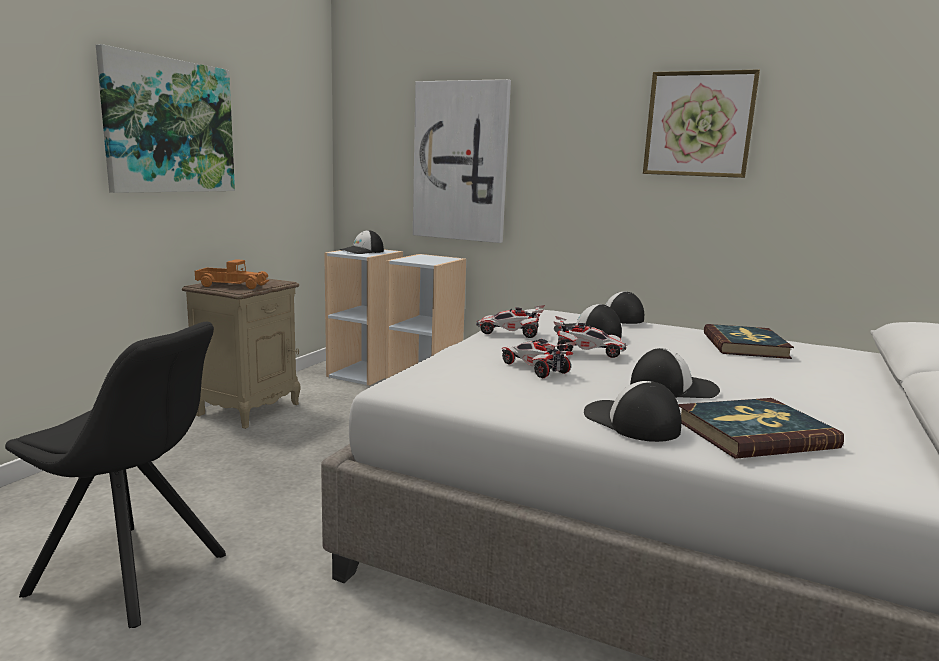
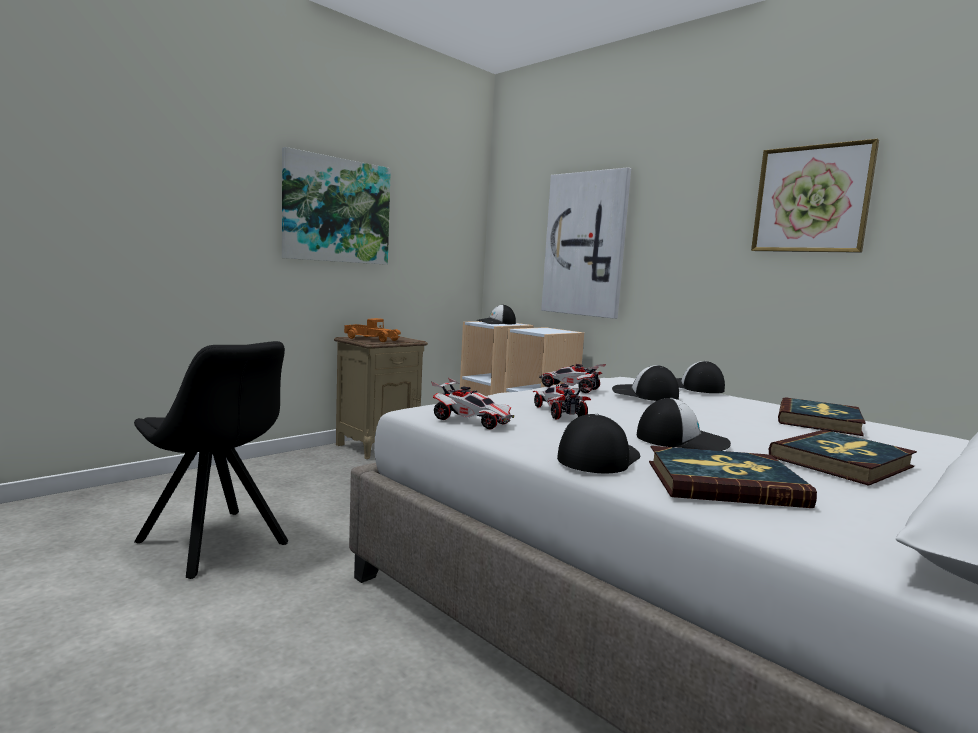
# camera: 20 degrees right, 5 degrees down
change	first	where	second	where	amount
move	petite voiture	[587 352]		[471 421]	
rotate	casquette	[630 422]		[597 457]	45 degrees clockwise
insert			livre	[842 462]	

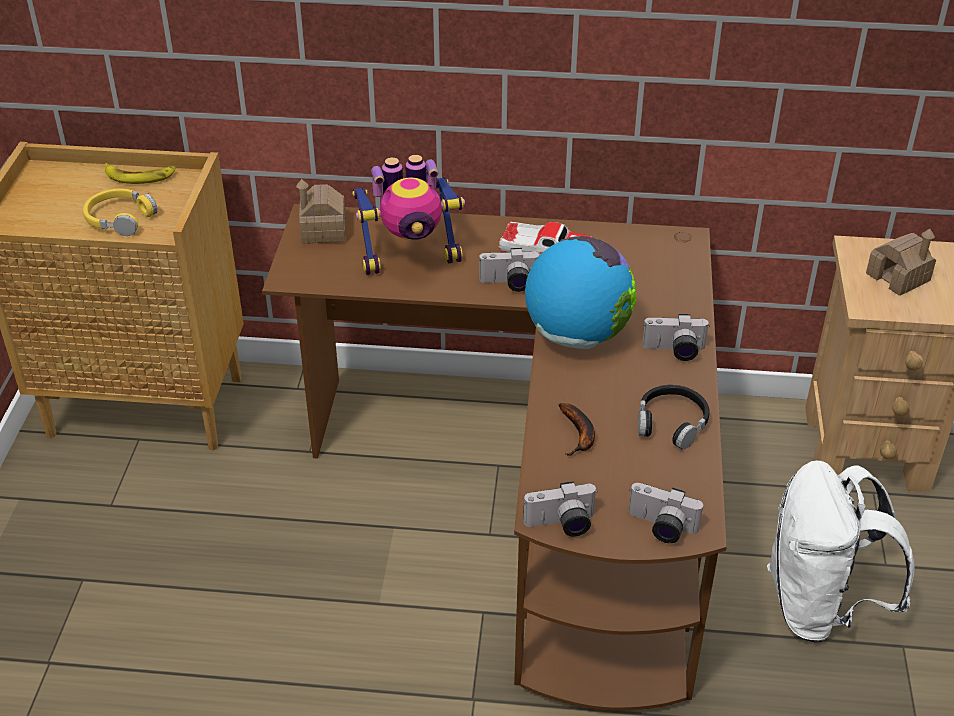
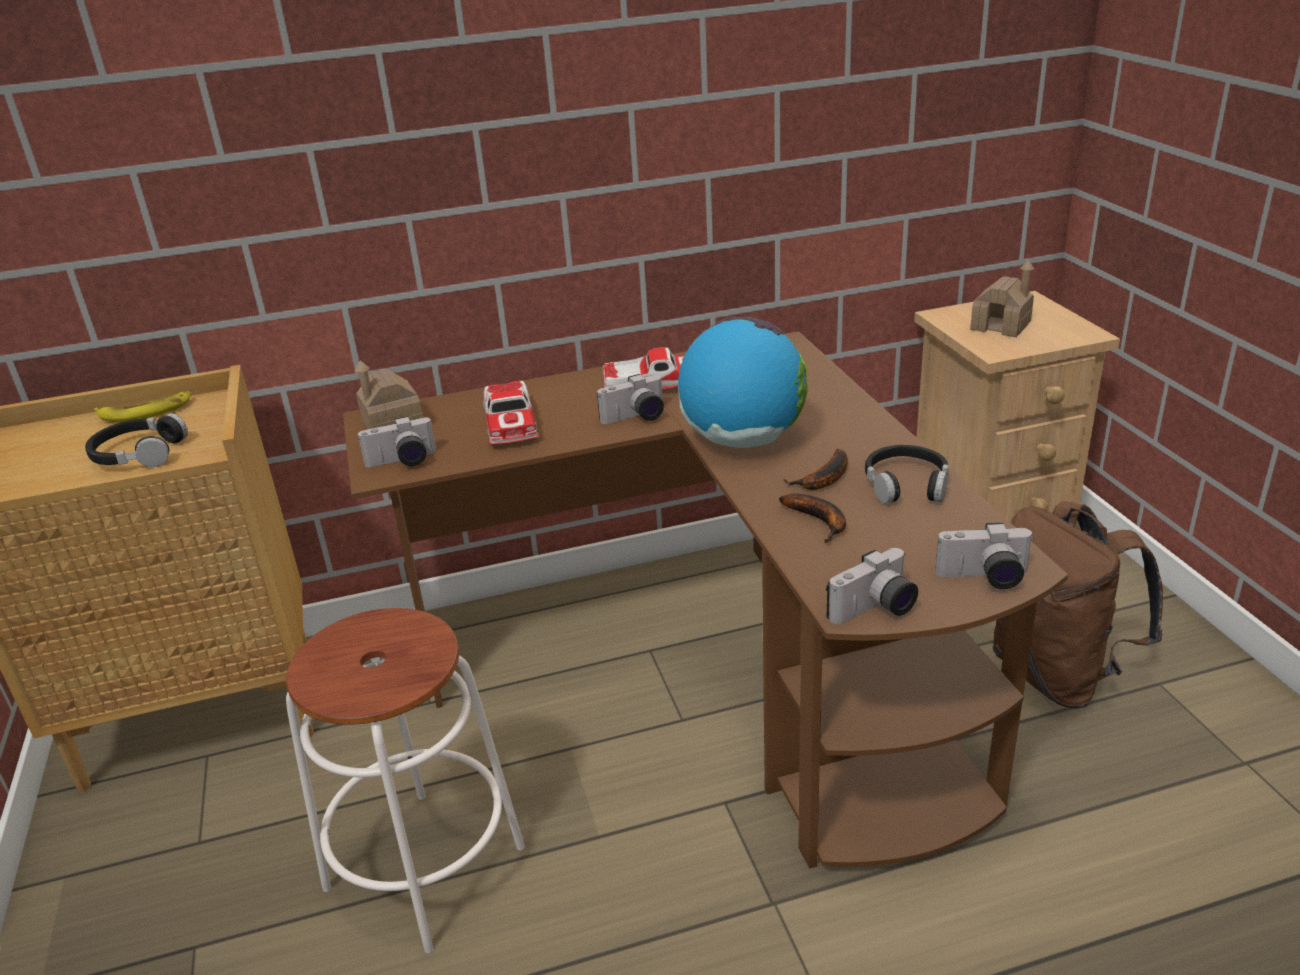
# camera: 20 degrees left, 10 degrees down
change	first	where	second	where	amount
recolor	casque audio [jaune]	[119 219]	casque audio [noir]	[138 454]	
replace	robot jouet	[410 258]	petite voiture	[510 424]	
move	appareil photo	[674 351]		[402 462]	
recolor	sac à dos [blanc]	[820 606]	sac à dos [marron]	[1057 675]	
insert			tabouret [blanc]	[425 867]	
insert			banane	[824 479]	

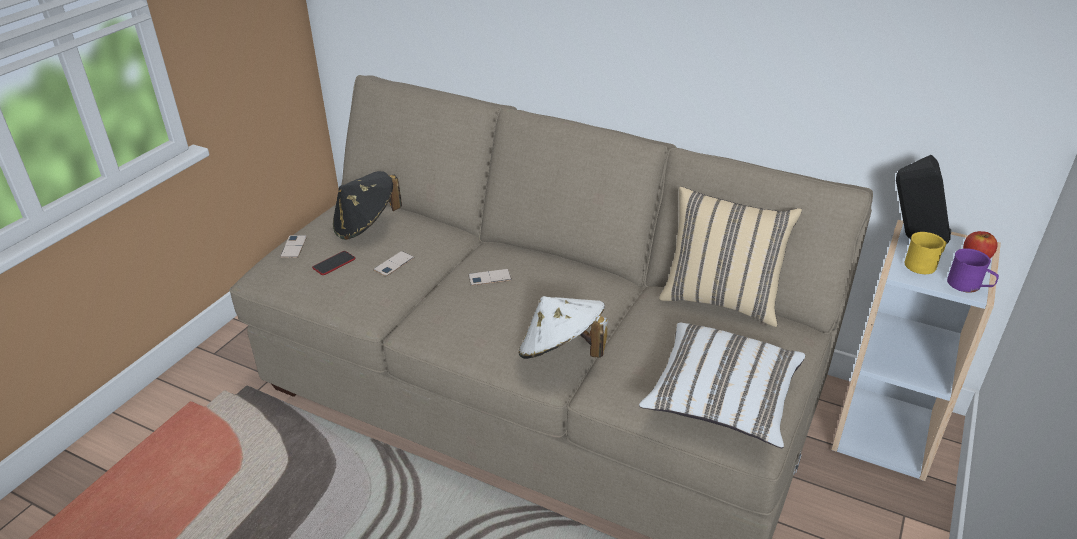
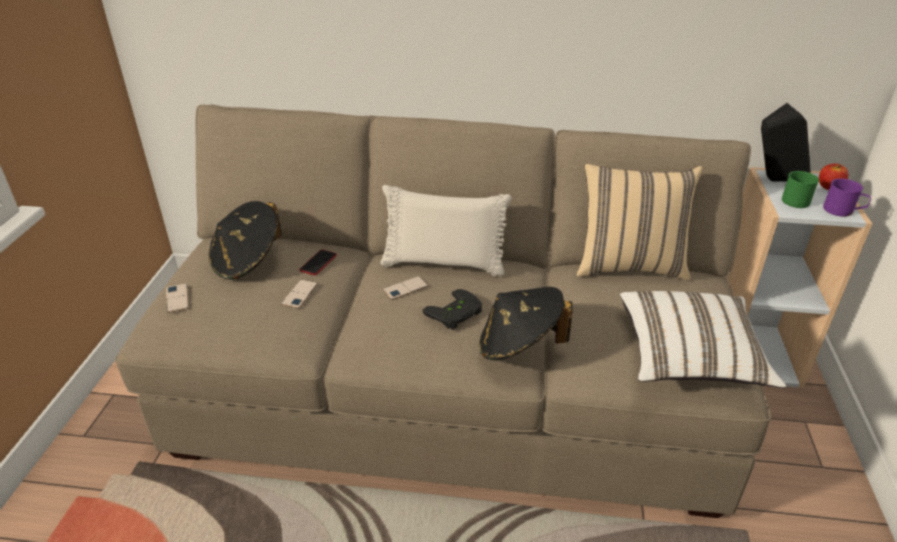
# camera: 20 degrees left, 0 degrees up
change	first	where	second	where	amount
move	téléphone	[334 264]		[318 263]	
recolor	chapeau [blanc]	[561 353]	chapeau [noir]	[519 346]	
recolor	mug [jaune]	[924 264]	mug [vert]	[797 200]	
insert			coussin [blanc]	[443 263]	
insert			manette [noir]	[456 314]	

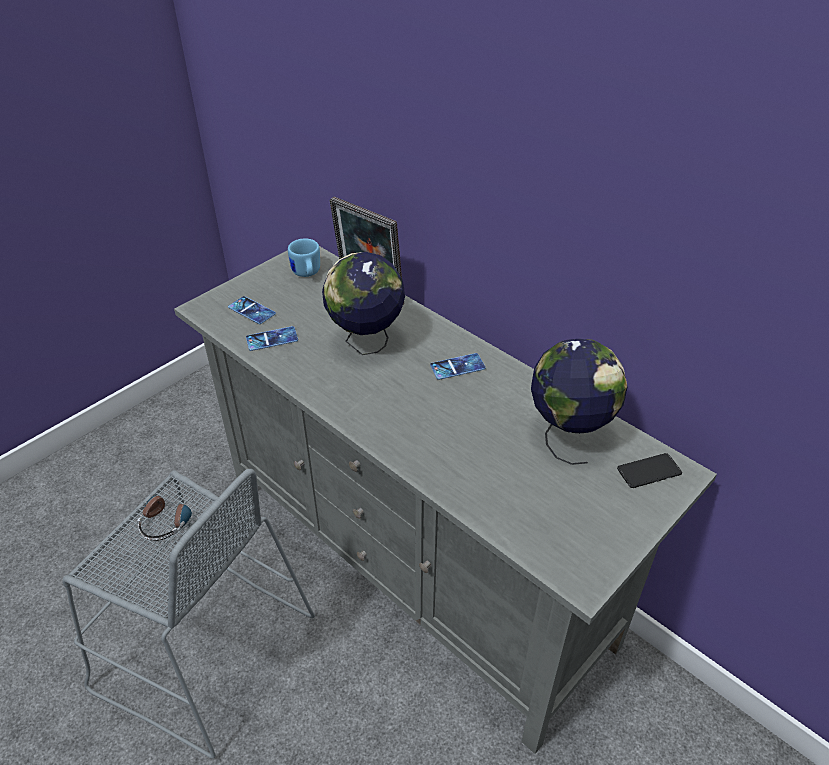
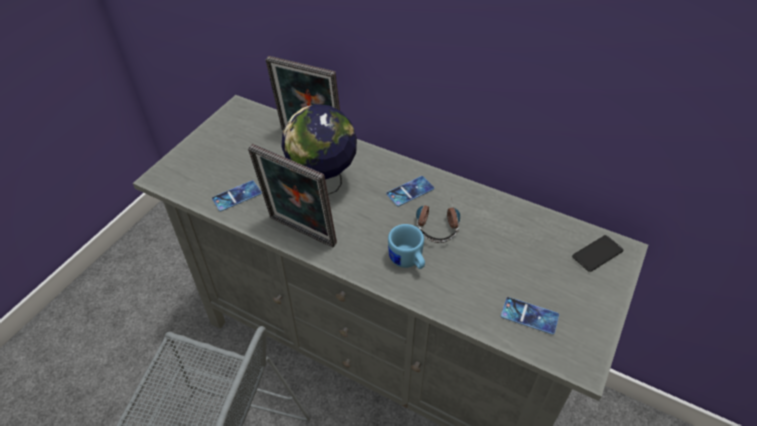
# camera: 15 degrees left, 5 degrees up
change	first	where	second	where	amount
move	casque audio	[169 517]		[437 223]	
move	téléphone	[251 310]		[529 315]	
move	mug [bleu]	[306 274]		[407 261]	
delete	globe	[568 435]			
insert			cadre photo	[300 233]	

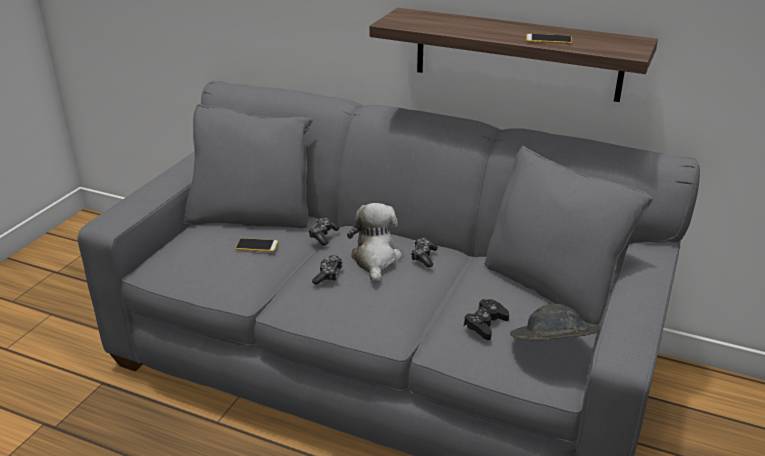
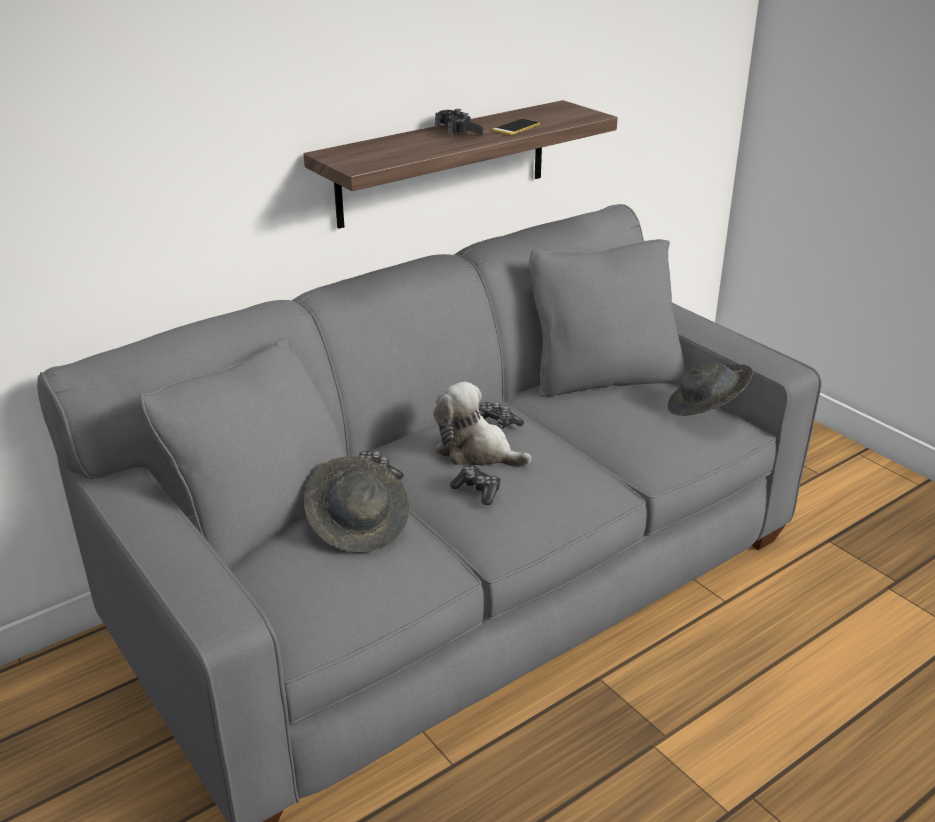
# camera: 60 degrees left, 0 degrees up
change	first	where	second	where	amount
replace	téléphone	[257 245]	chapeau [gris]	[359 524]	
move	manette [noir]	[485 324]		[458 131]	

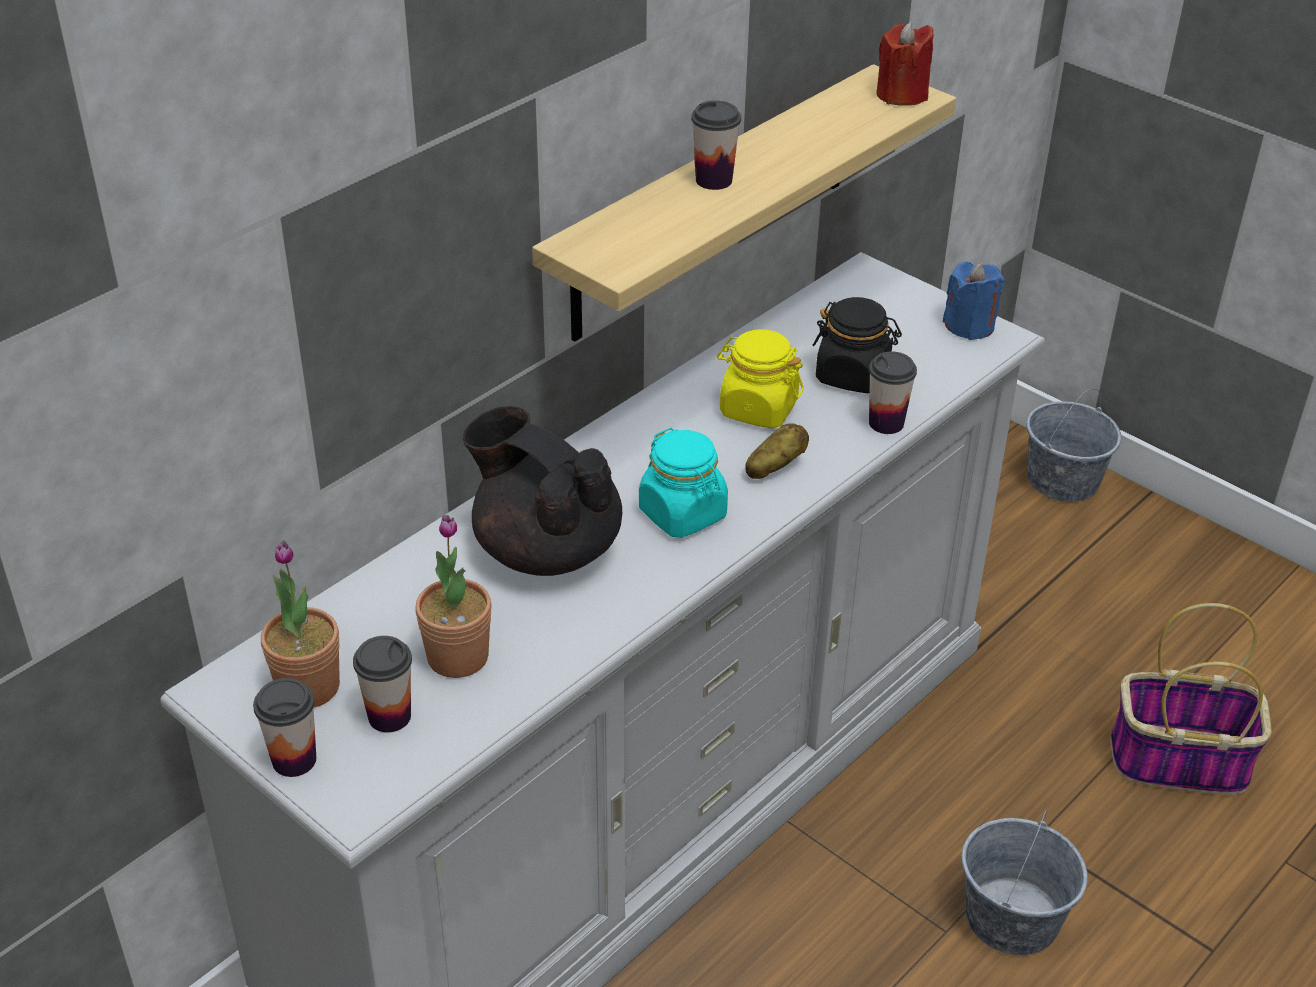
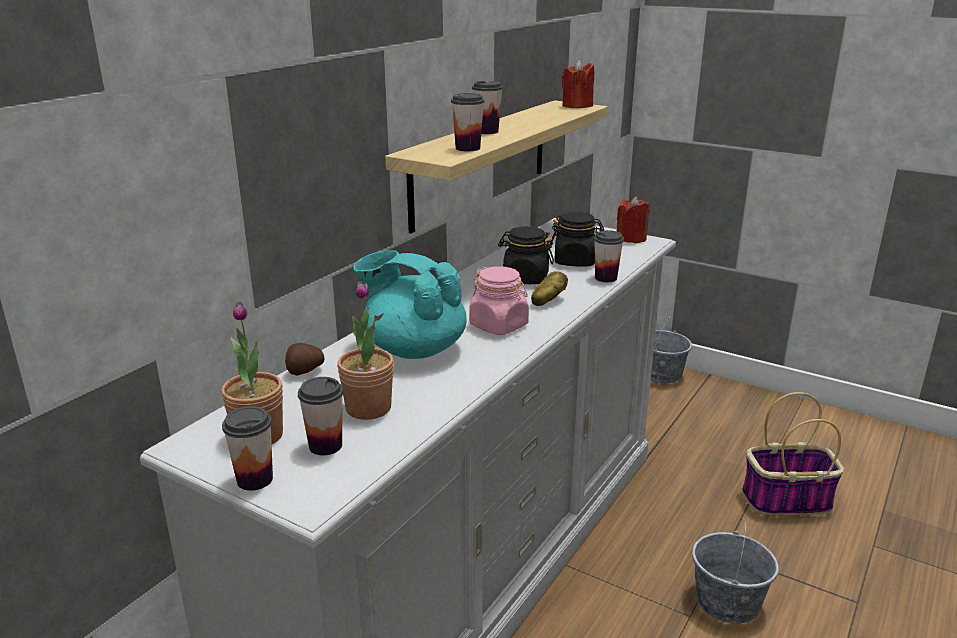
# camera: 10 degrees left, 15 degrees down
change	first	where	second	where	amount
recolor	théière [noir]	[546 548]	théière [turquoise]	[413 349]	
recolor	bocal [turquoise]	[683 514]	bocal [rose]	[499 325]	
recolor	bocal [jaune]	[758 409]	bocal [noir]	[525 278]	
recolor	bougie [bleu]	[969 326]	bougie [rouge]	[631 238]	
insert			pomme de terre	[304 371]	
insert			tasse	[467 148]	

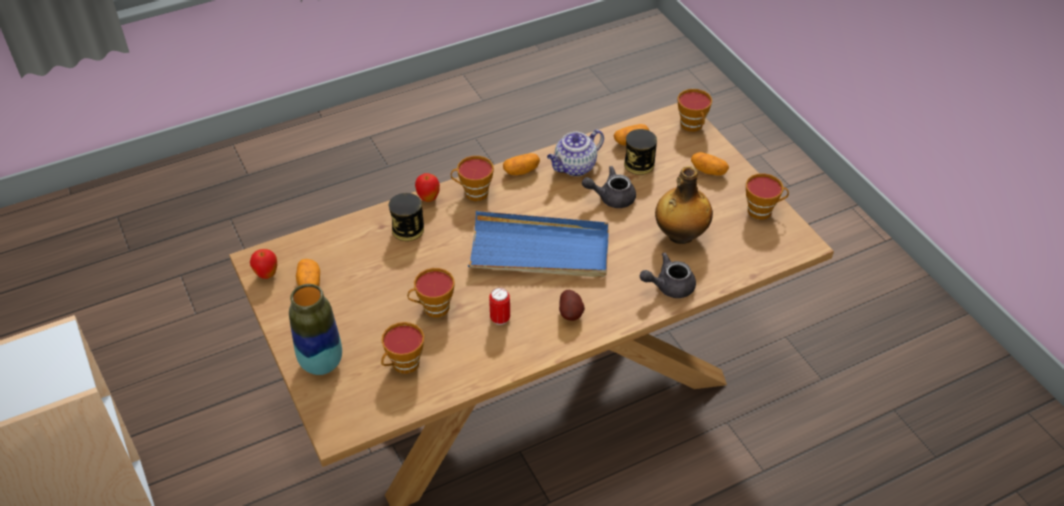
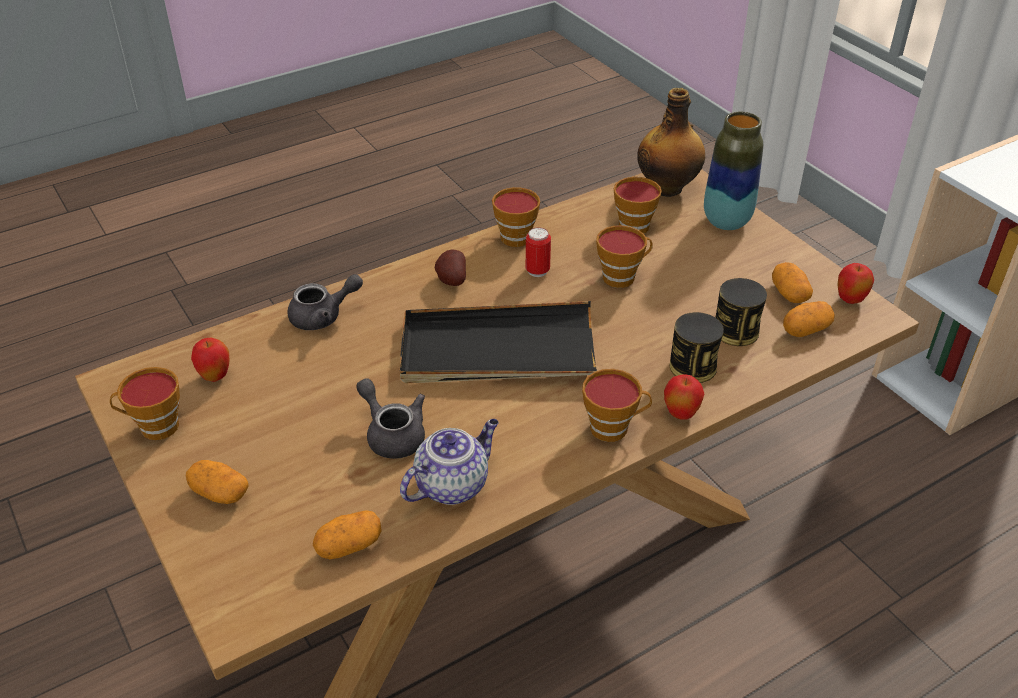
# camera: 175 degrees right, 5 degrees down
change	first	where	second	where	amount
recolor	plateau [bleu]	[540 250]	plateau [noir]	[497 350]	
move	pomme de terre	[521 171]		[805 330]	
rotate	théière [gris]	[611 197]		[392 434]	120 degrees counterclockwise
move	boîte métallique	[639 164]		[736 331]	
move	bouteille	[680 235]		[668 188]	
move	tasse	[693 126]		[513 235]	
insert			pomme	[215 376]	

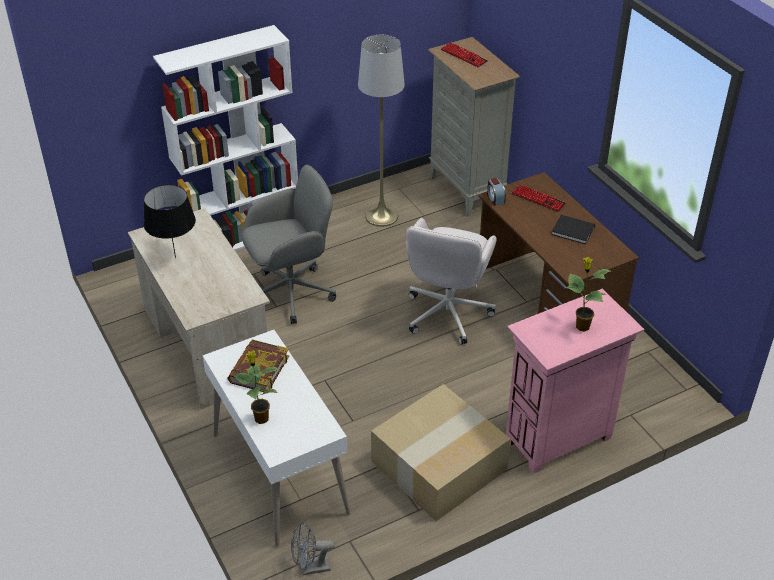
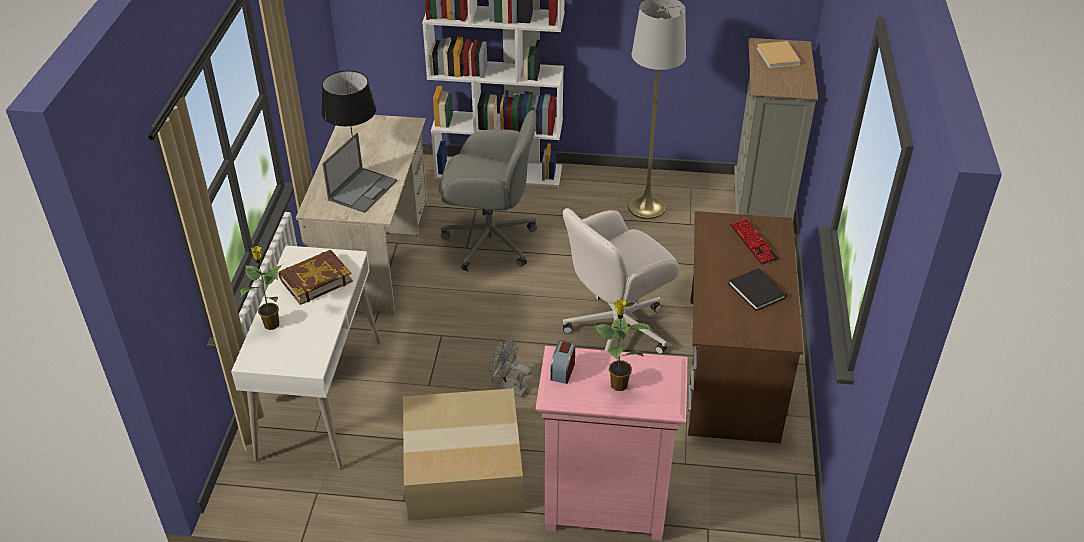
# camera: 35 degrees right, 0 degrees up
change	first	where	second	where	amount
move	ventilateur [gris]	[311 568]		[508 387]	
replace	clavier	[464 56]	livre [beige]	[778 57]	
move	réveil	[495 198]		[563 370]	
insert			ordinateur portable	[363 189]	

